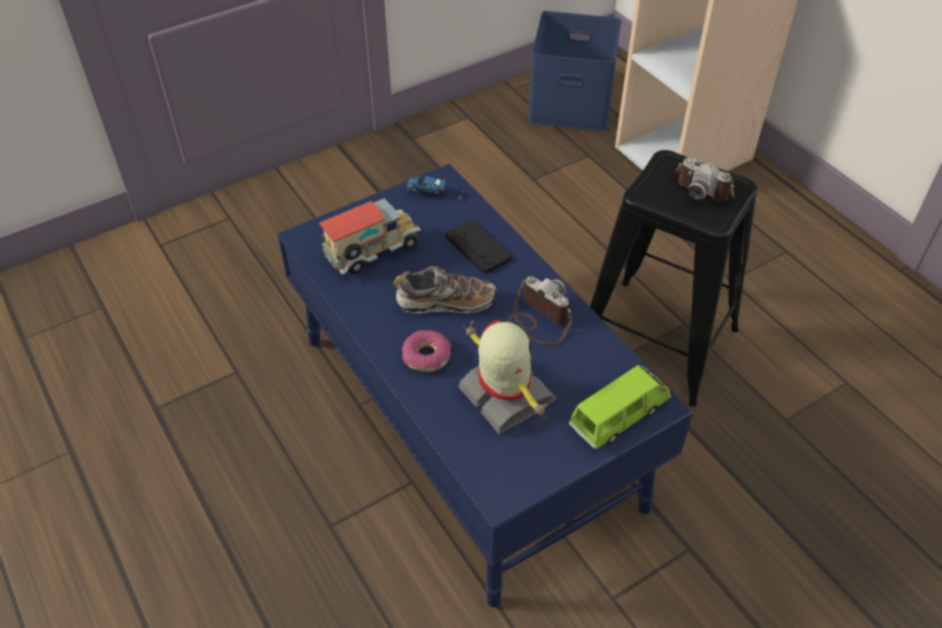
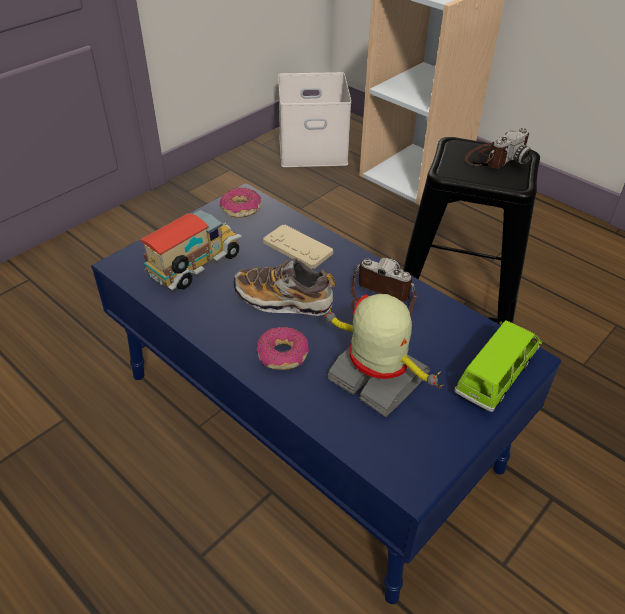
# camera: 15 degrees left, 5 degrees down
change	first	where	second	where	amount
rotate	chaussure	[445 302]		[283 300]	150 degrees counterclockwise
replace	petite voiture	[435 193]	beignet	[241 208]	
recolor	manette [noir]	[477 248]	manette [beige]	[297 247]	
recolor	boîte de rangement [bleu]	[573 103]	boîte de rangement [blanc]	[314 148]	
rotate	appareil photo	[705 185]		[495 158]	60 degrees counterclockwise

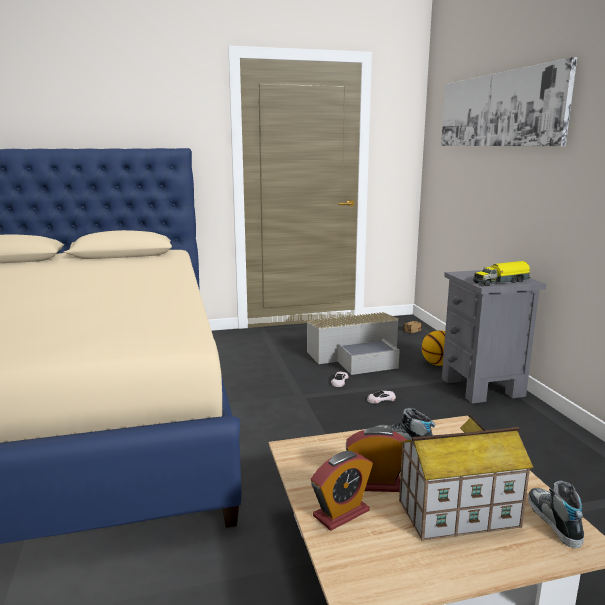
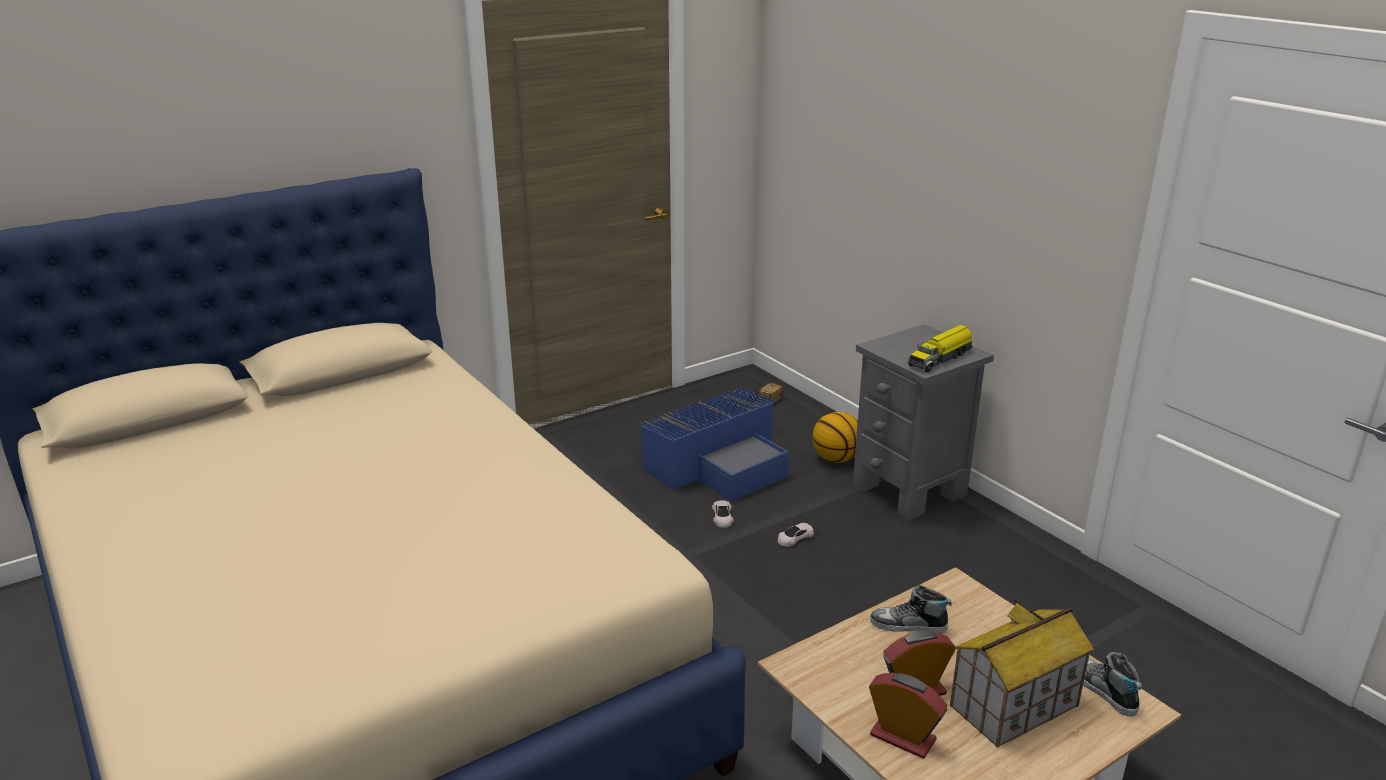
# camera: 20 degrees left, 10 degrees up
change	first	where	second	where	amount
recolor	boîte de rangement [gris]	[357 356]	boîte de rangement [bleu]	[720 464]	
rotate	réveil	[341 513]		[902 737]	90 degrees counterclockwise
delete	tableau	[498 110]			

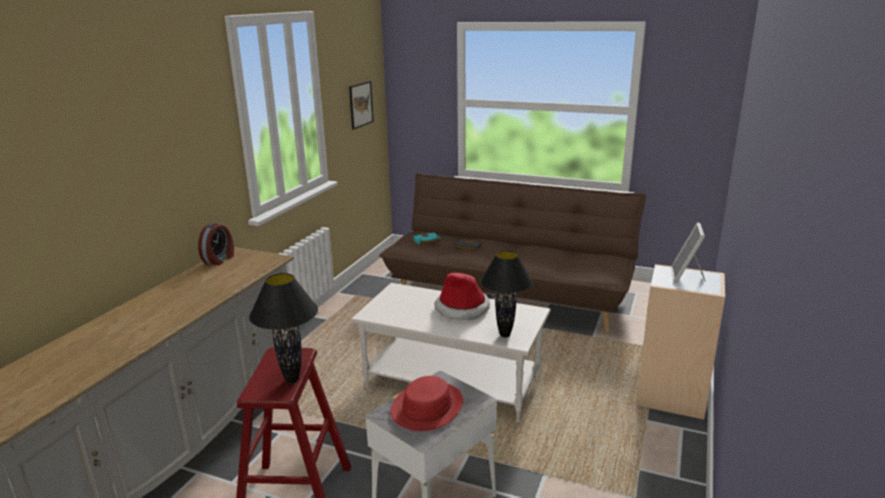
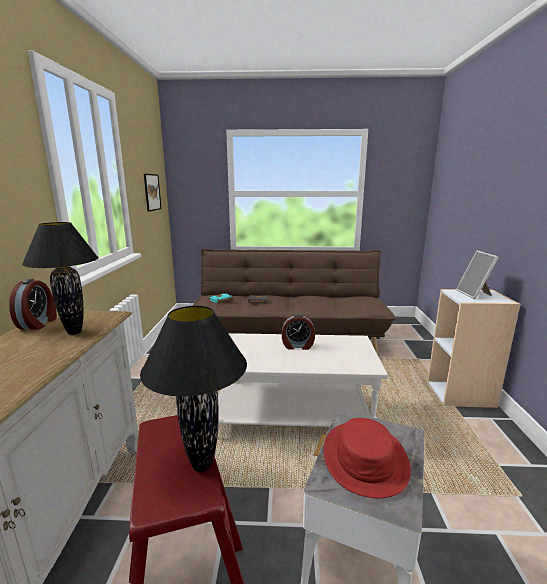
# camera: 20 degrees left, 5 degrees down
change	first	where	second	where	amount
replace	chapeau	[462 309]	réveil	[298 346]	
move	lampe de table [noir]	[505 335]		[75 332]	

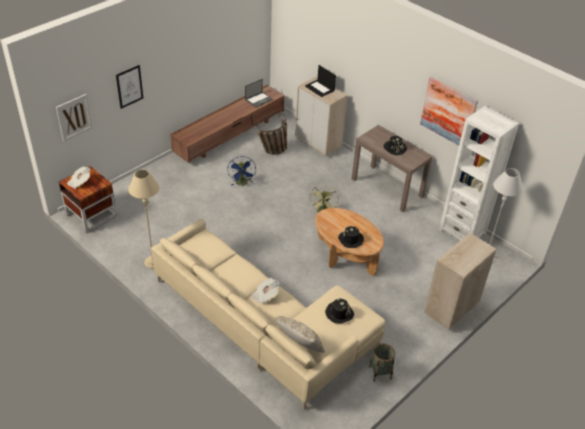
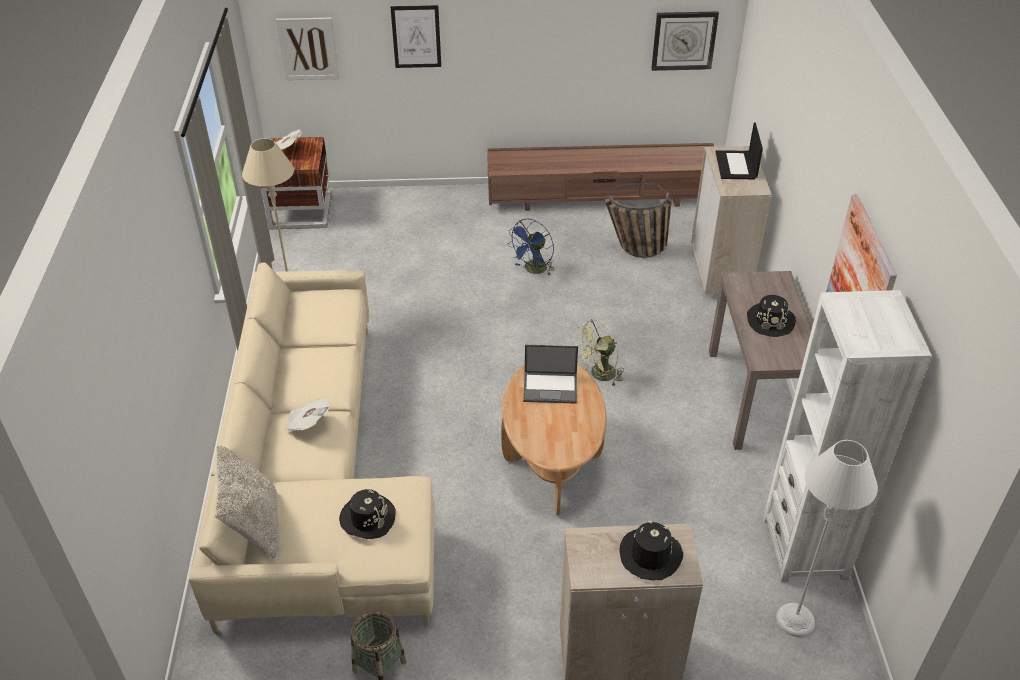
# camera: 45 degrees right, 0 degrees up
change	first	where	second	where	amount
move	ordinateur portable	[259 99]		[551 387]	
move	chapeau [noir]	[350 240]		[650 555]	
insert			horloge murale	[684 40]	

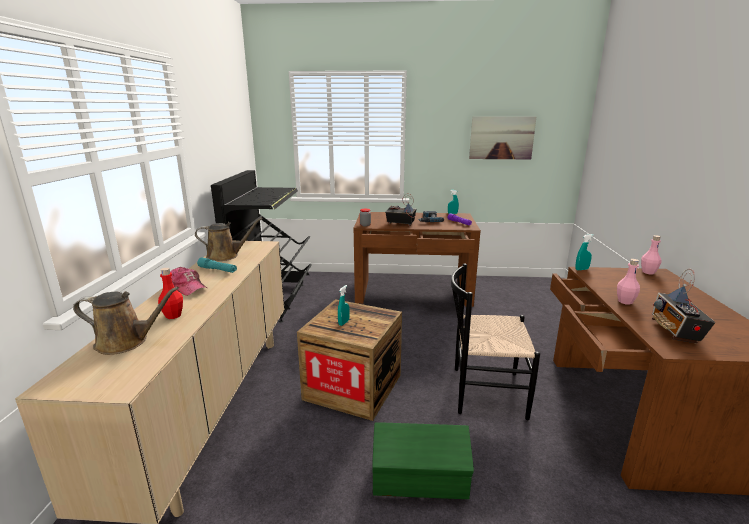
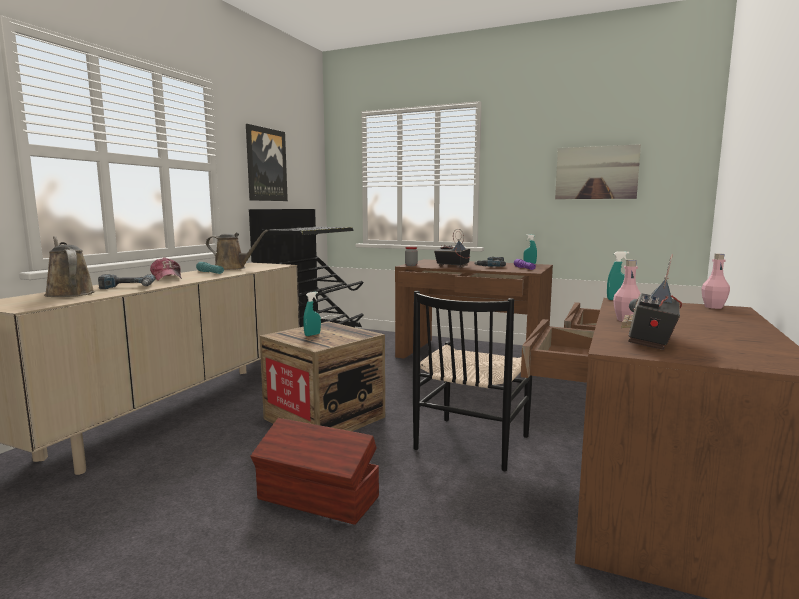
# camera: 20 degrees right, 10 degrees down
change	first	where	second	where	amount
rotate	arrosoir [marron]	[126 342]		[69 293]	150 degrees counterclockwise
replace	bouteille [rouge]	[173 315]	perceuse	[127 287]	
recolor	boîte de rangement [vert]	[420 480]	boîte de rangement [marron]	[318 499]	
rotate	chaise [noir]	[484 392]		[470 445]	90 degrees counterclockwise
insert			tableau	[266 165]	

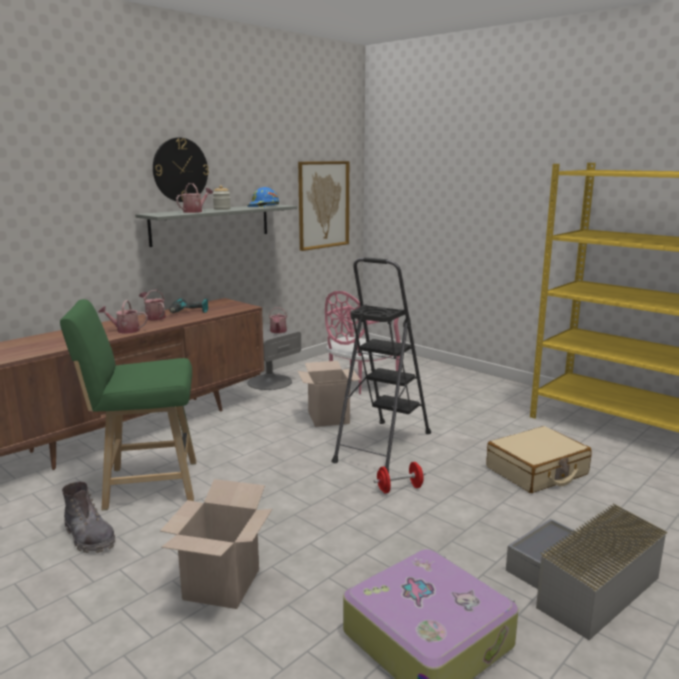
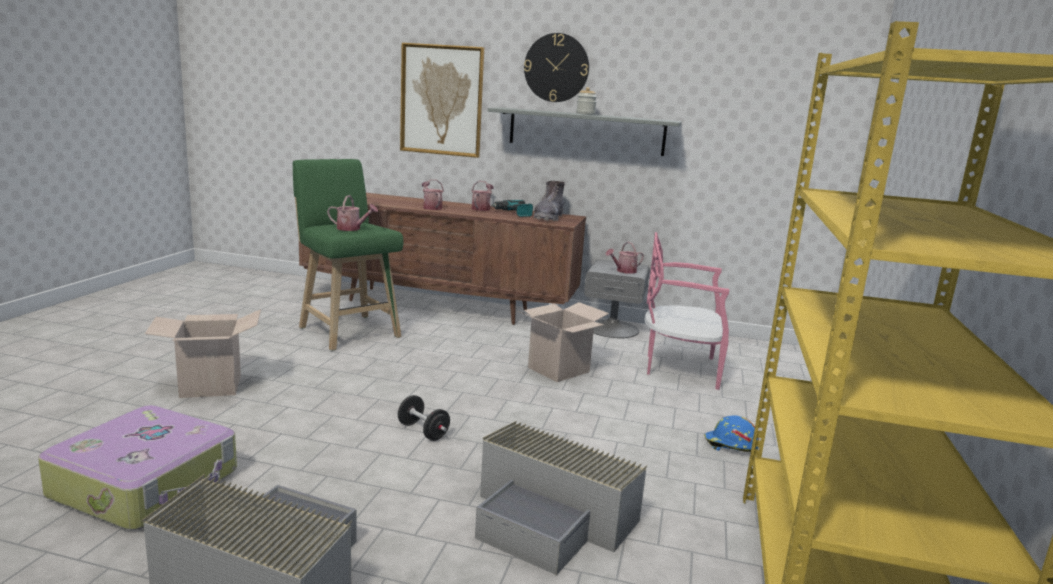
# camera: 60 degrees right, 0 degrees up
change	first	where	second	where	amount
move	botte [gris]	[89 537]		[548 218]	
move	arrosoir	[195 211]		[352 229]	
move	casque de chantier [bleu]	[264 206]		[730 445]	
move	tableau	[323 205]		[441 100]	
delete	escabeau	[382 447]			
recolor	haltère [rouge]	[399 489]	haltère [noir]	[423 431]	
replace	valise [beige]	[537 471]	boîte de rangement [gris]	[552 518]	

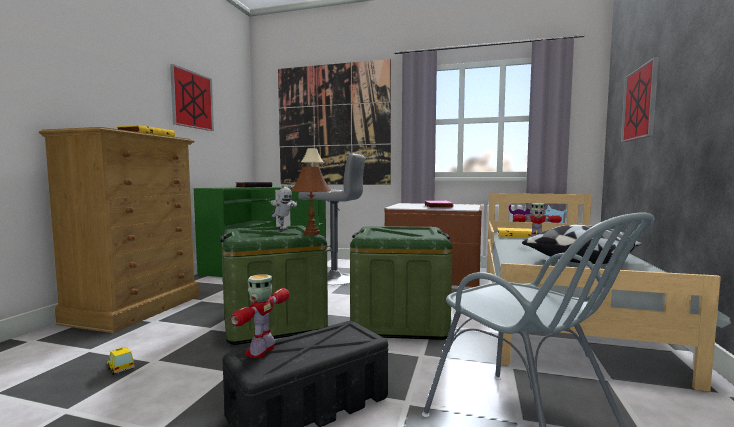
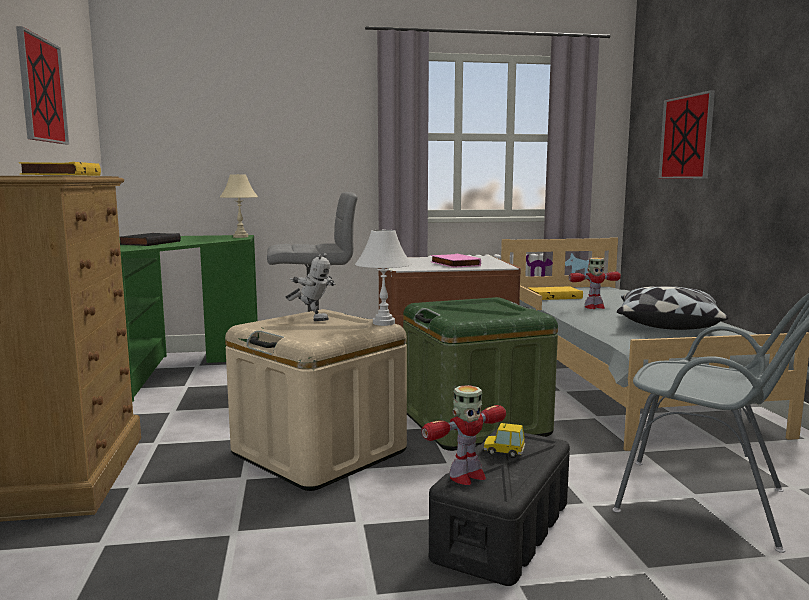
# camera: 25 degrees left, 5 degrees up
change	first	where	second	where	amount
move	petite voiture	[120 368]		[504 451]	
recolor	boîte de rangement [vert]	[273 321]	boîte de rangement [beige]	[319 452]	
rotate	robot jouet	[261 350]		[466 477]	120 degrees counterclockwise
delete	tableau	[333 125]			
recolor	lampe de table [marron]	[311 233]	lampe de table [blanc]	[383 323]	

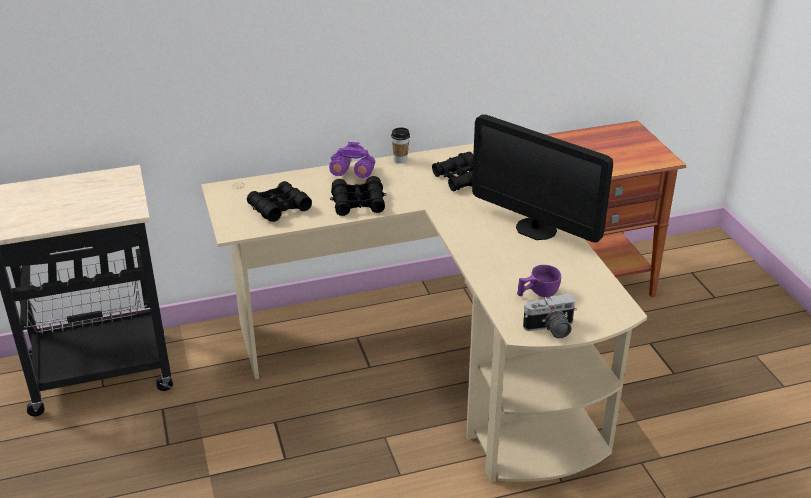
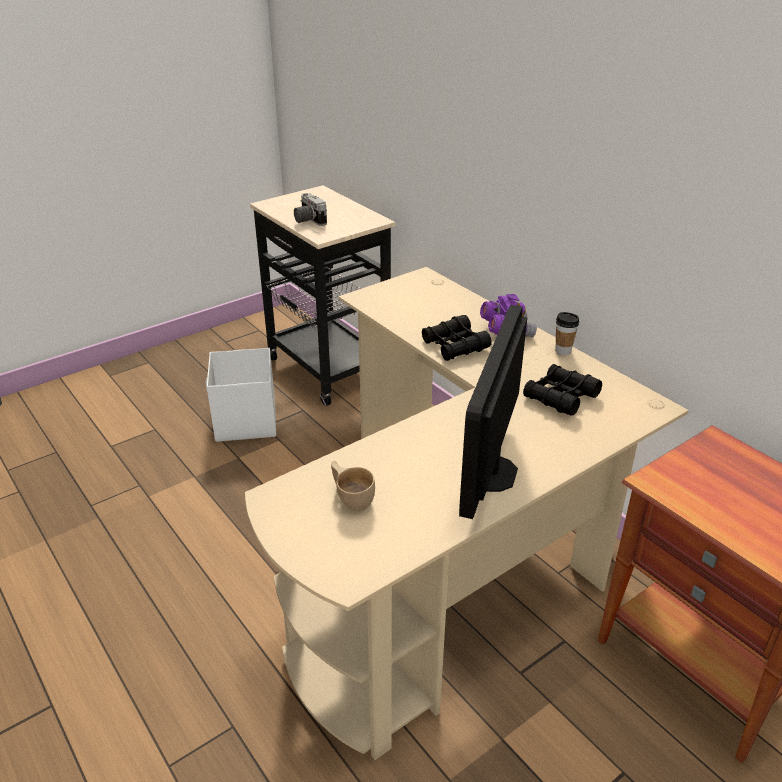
# camera: 70 degrees right, 0 degrees up
change	first	where	second	where	amount
delete	jumelles [noir]	[279 208]			
recolor	tasse [violet]	[537 293]	tasse [beige]	[352 498]	
move	appareil photo	[550 330]		[308 220]	
insert			boîte de rangement [blanc]	[245 422]	

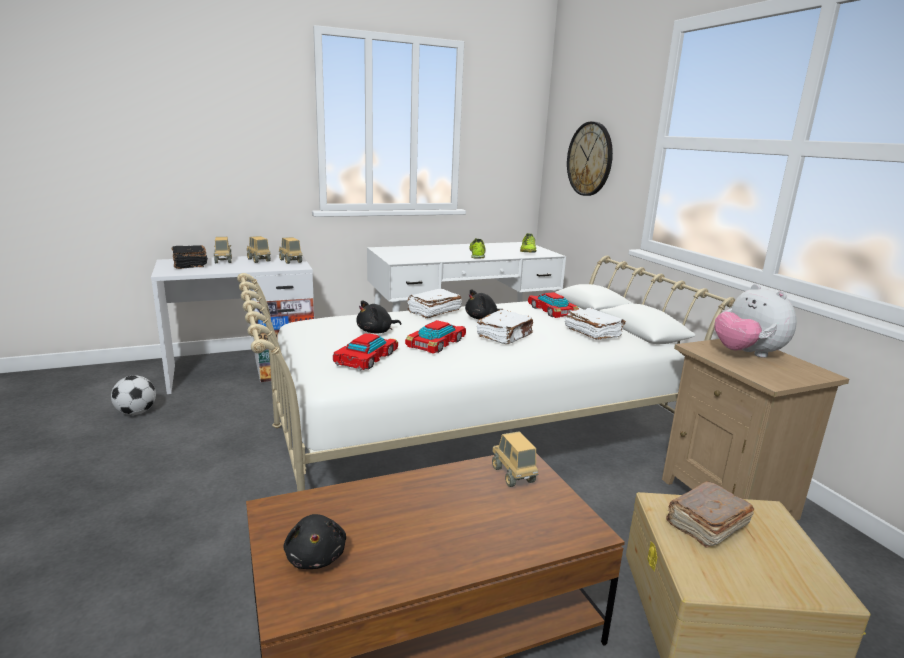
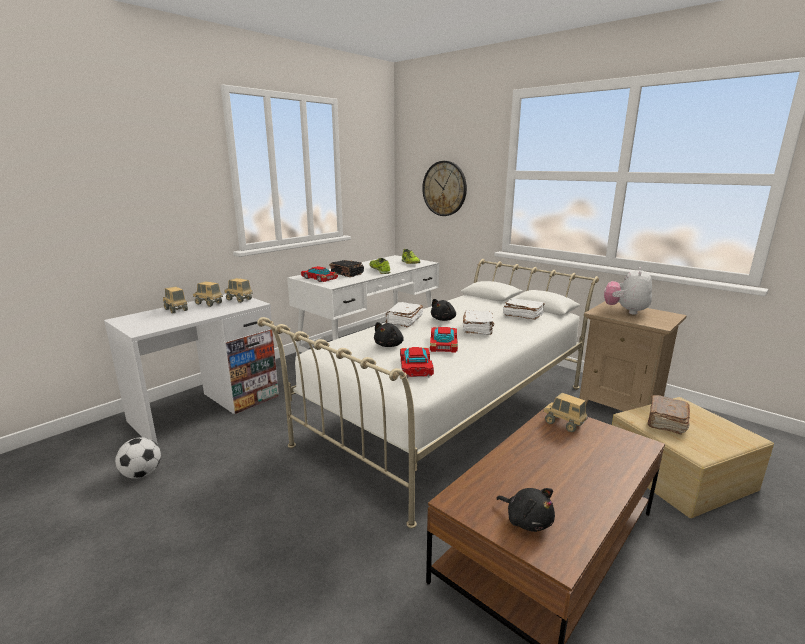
# camera: 25 degrees left, 0 degrees up
change	first	where	second	where	amount
move	livre [noir]	[189 264]		[347 274]	
move	petite voiture	[552 310]		[319 278]	
rotate	peluche	[747 354]		[625 311]	75 degrees clockwise

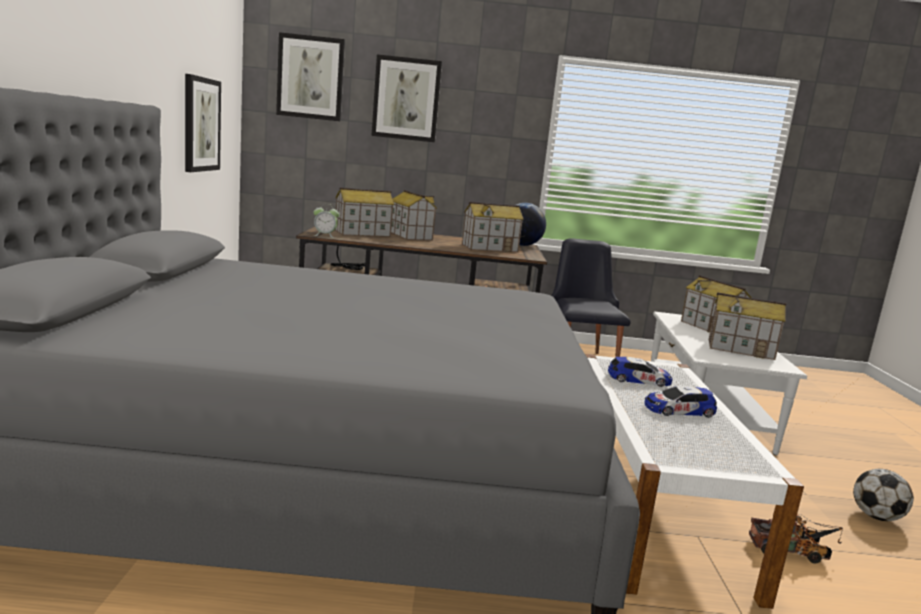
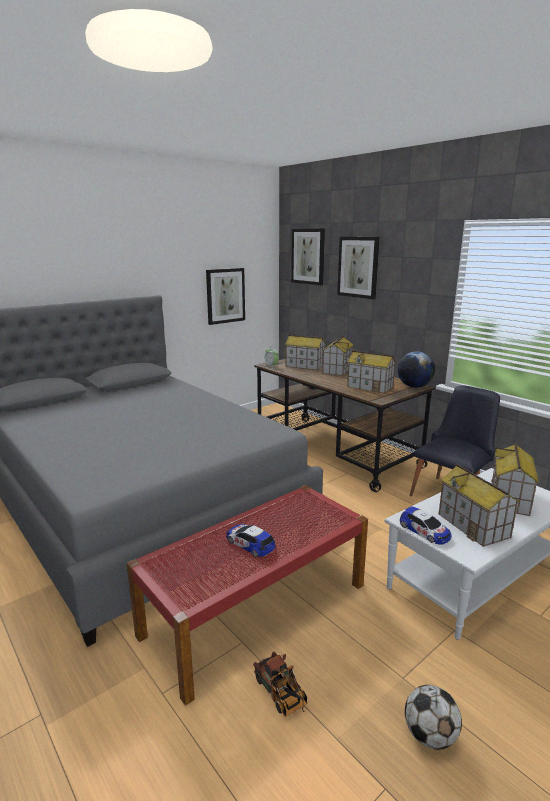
# camera: 50 degrees right, 5 degrees up
change	first	where	second	where	amount
recolor	banc [blanc]	[650 505]	banc [rouge]	[256 608]	
move	petite voiture	[639 380]		[424 531]	

